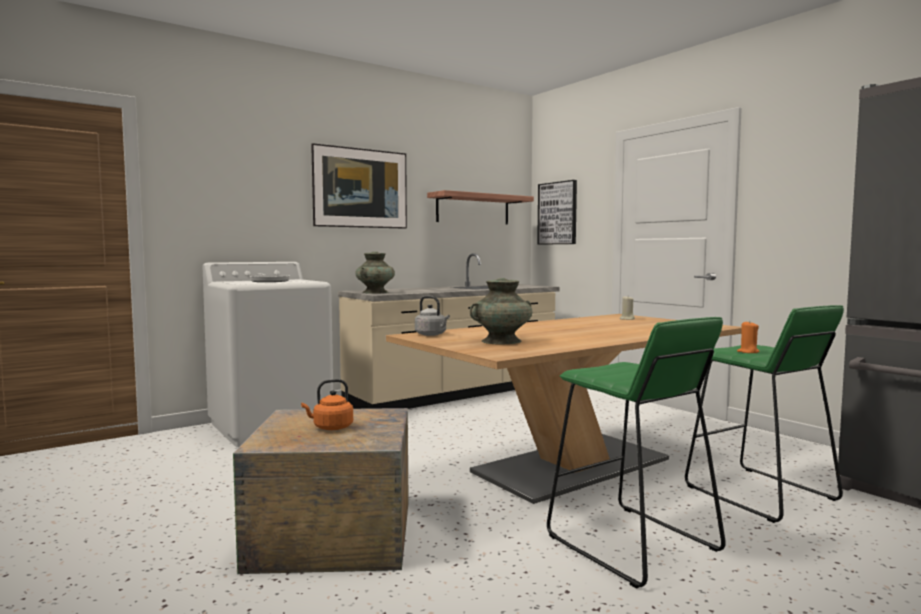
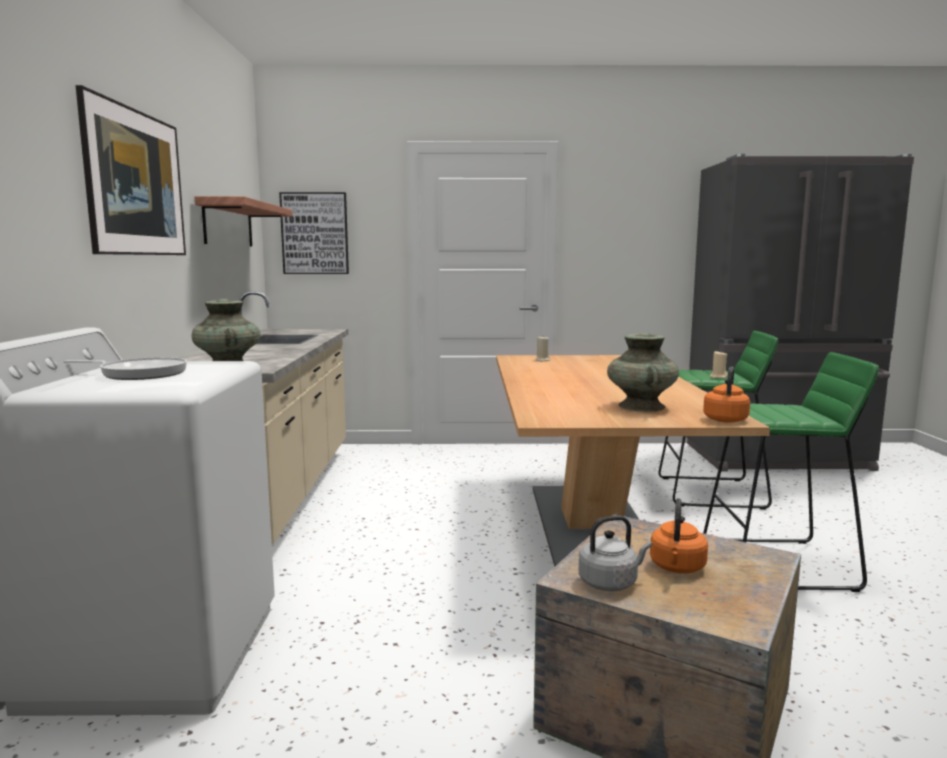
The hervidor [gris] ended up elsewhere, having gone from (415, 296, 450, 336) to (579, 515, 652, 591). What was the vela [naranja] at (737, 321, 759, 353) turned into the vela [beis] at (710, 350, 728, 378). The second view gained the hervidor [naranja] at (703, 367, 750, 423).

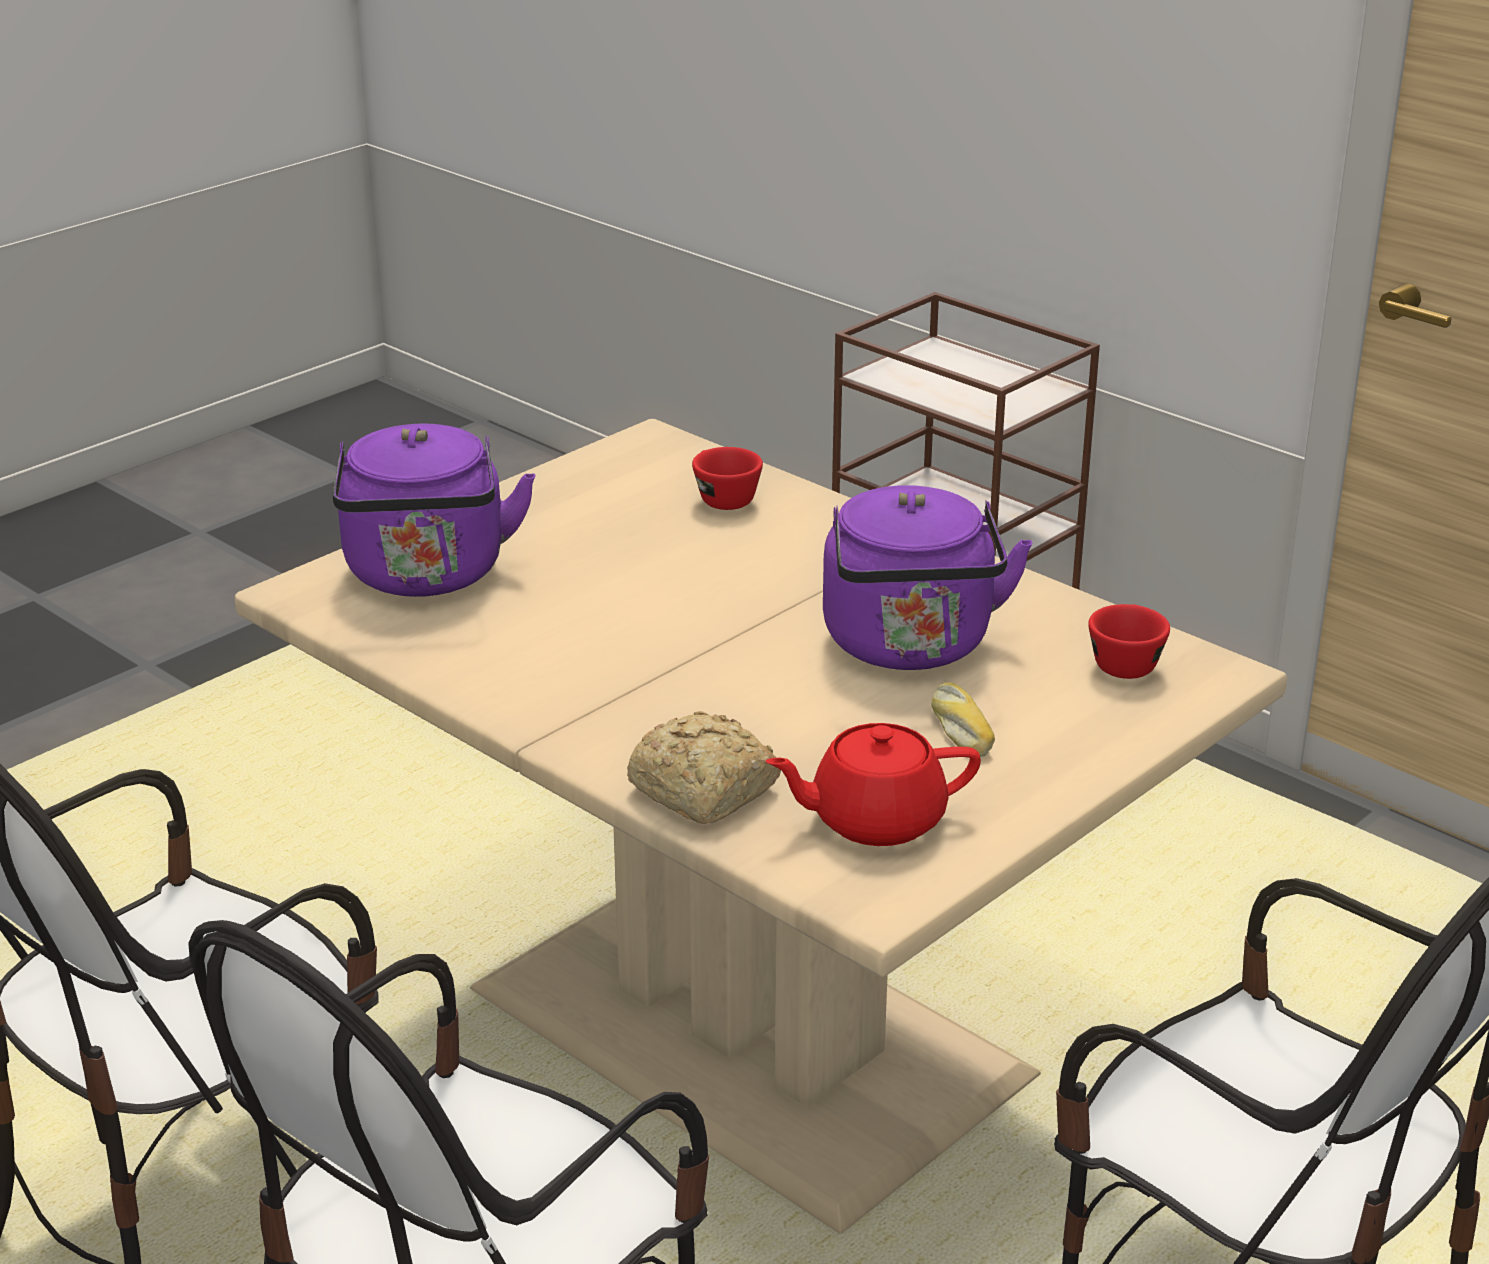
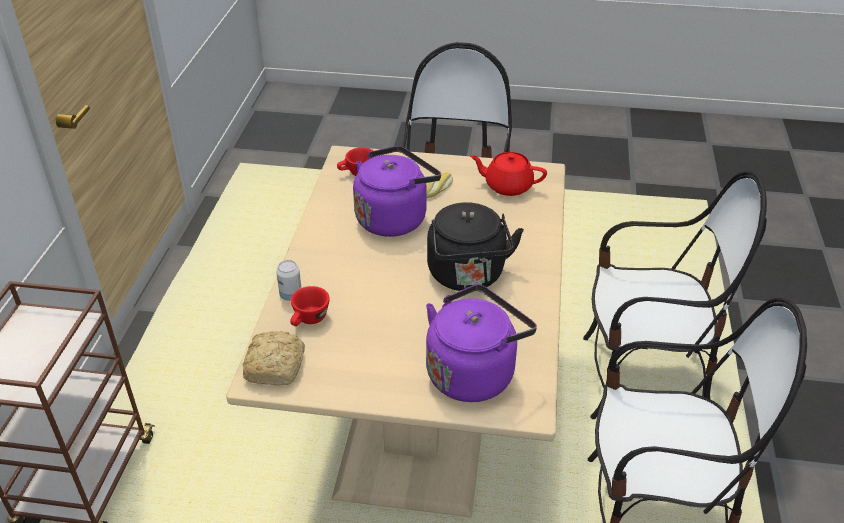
The pan ended up elsewhere, having gone from (627, 711, 781, 824) to (243, 331, 305, 385). The tetera [rojo] at (765, 723, 981, 846) ended up facing another way, 150 degrees clockwise from before. The second view gained the lata at (276, 260, 301, 301). The second view gained the hervidor [negro] at (427, 202, 524, 291).

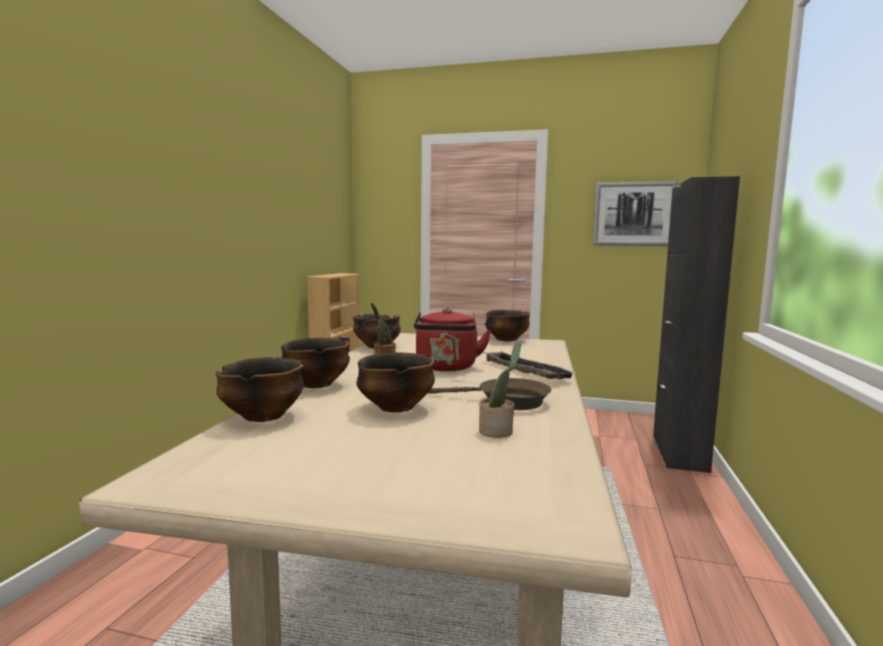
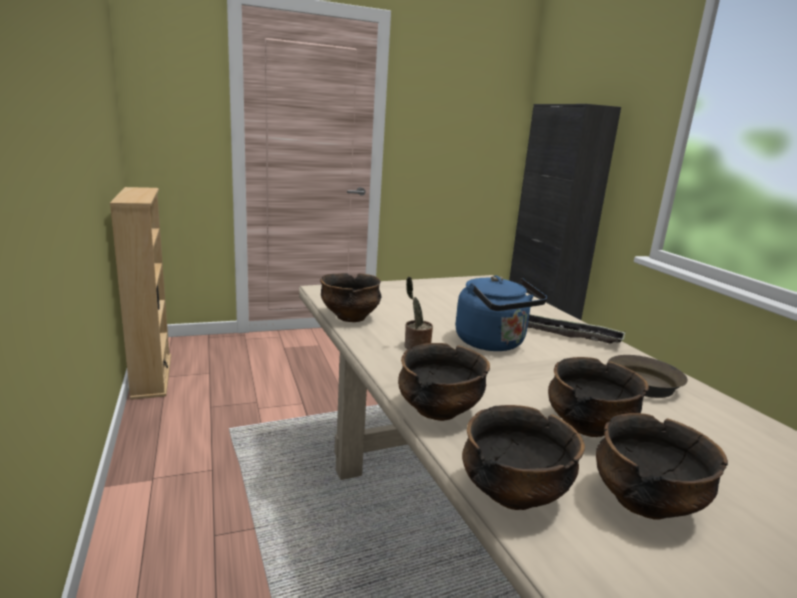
What was the hervidor [rojo] at (414, 308, 491, 371) turned into the hervidor [azul] at (455, 276, 547, 351). The second view lost the planta en maceta at (479, 338, 522, 438). The cuenco ended up elsewhere, having gone from (485, 310, 530, 342) to (596, 413, 728, 519). The second view lost the cuadro at (593, 181, 678, 246).

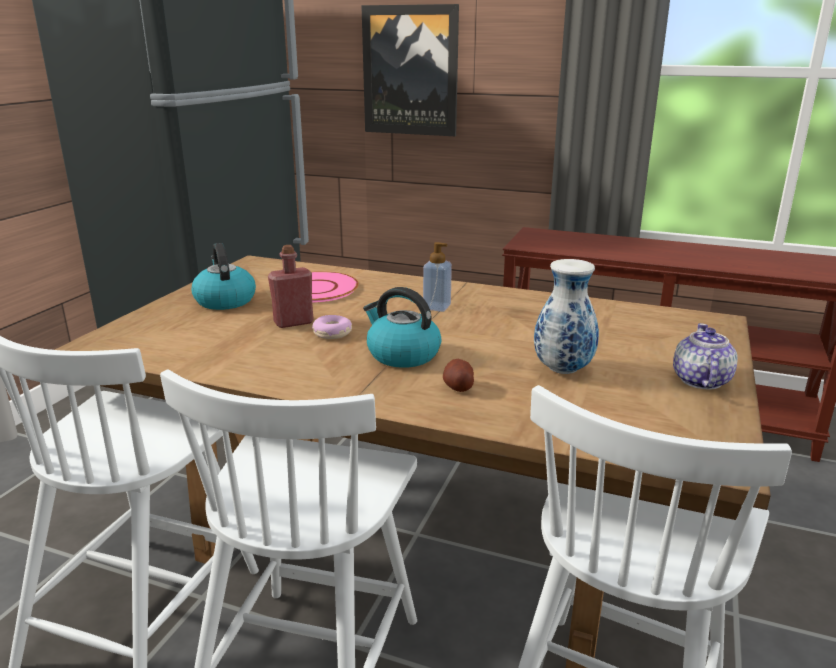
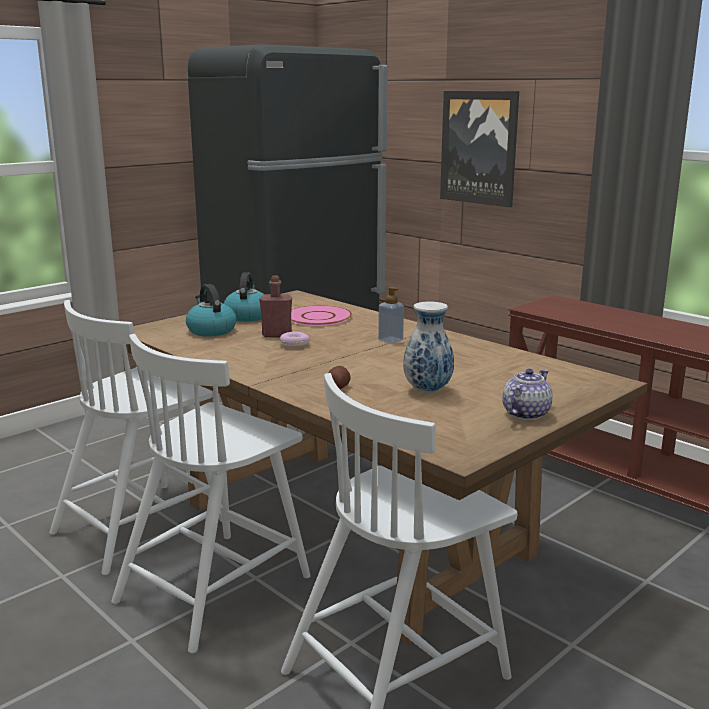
The hervidor ended up elsewhere, having gone from (363, 287, 441, 368) to (186, 284, 236, 337).

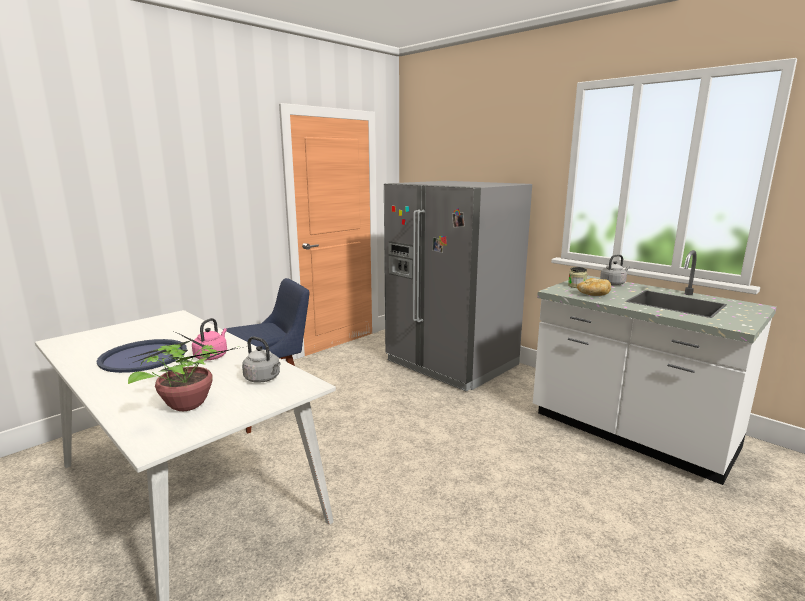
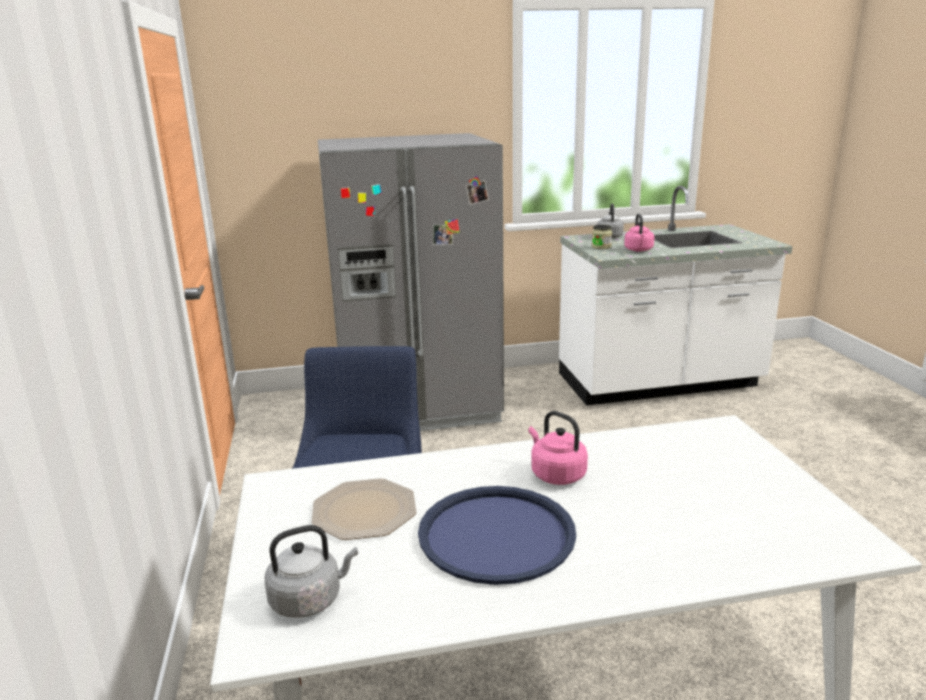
The second view lost the planta en maceta at (128, 331, 249, 411). The hervidor [gris] ended up elsewhere, having gone from (242, 337, 280, 383) to (265, 525, 358, 618). Where the pan stood at (577, 278, 611, 296), the hervidor [rosa] came to stand at (624, 214, 654, 252). The second view gained the plato at (312, 478, 417, 540).

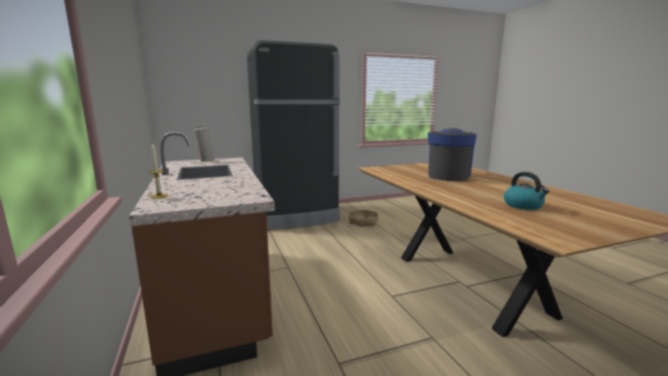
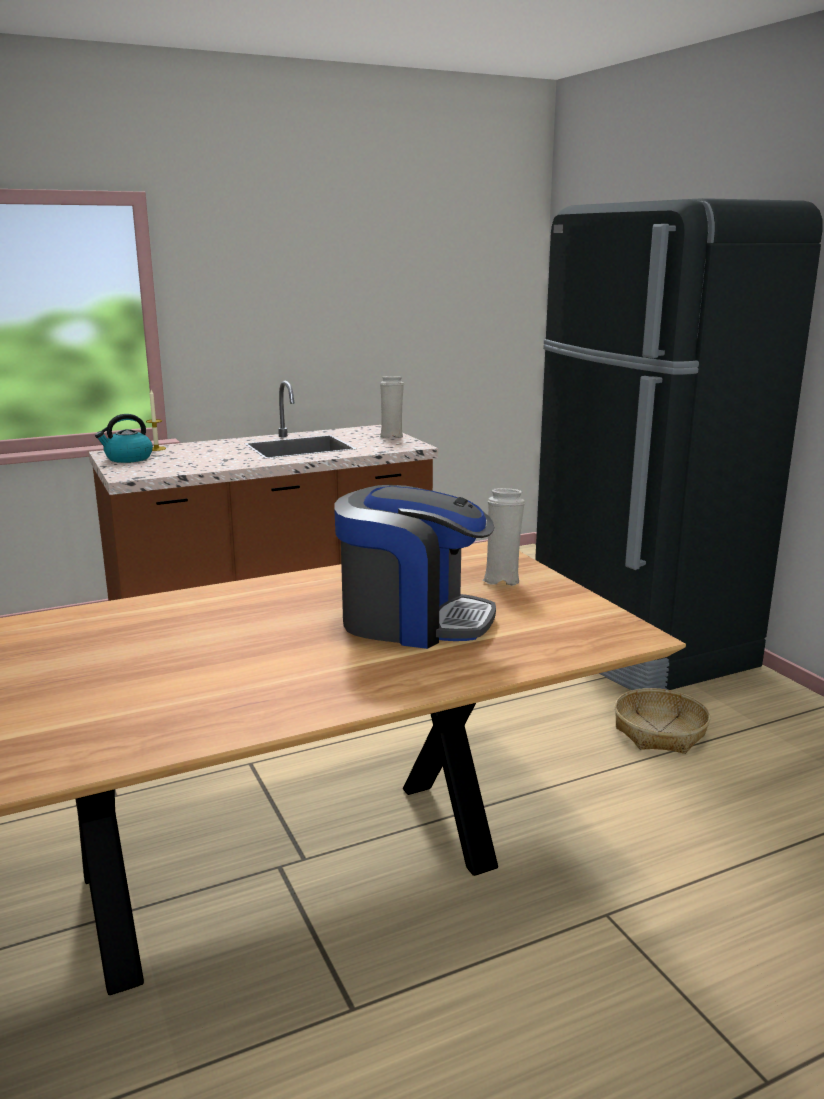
The hervidor ended up elsewhere, having gone from (504, 172, 549, 210) to (95, 414, 153, 463). The second view gained the florero [blanco] at (482, 488, 525, 586).

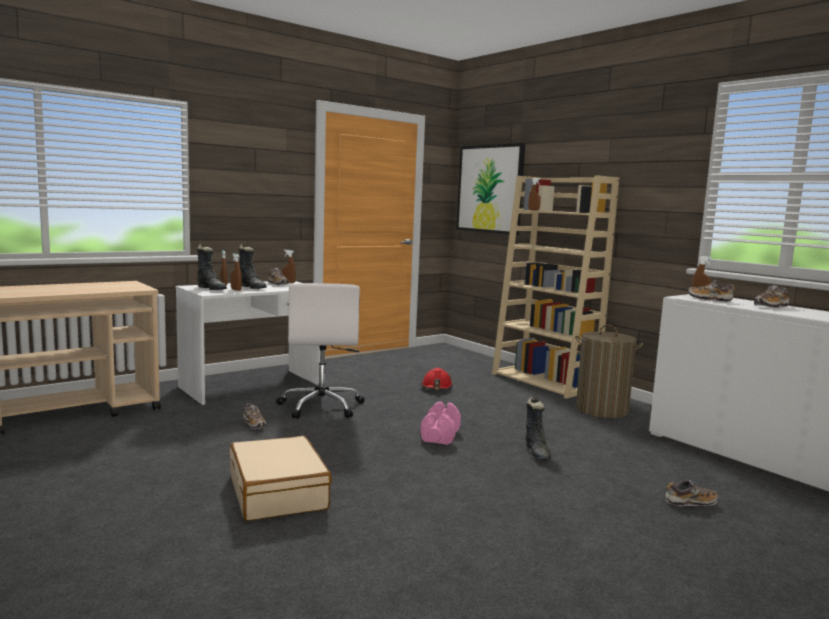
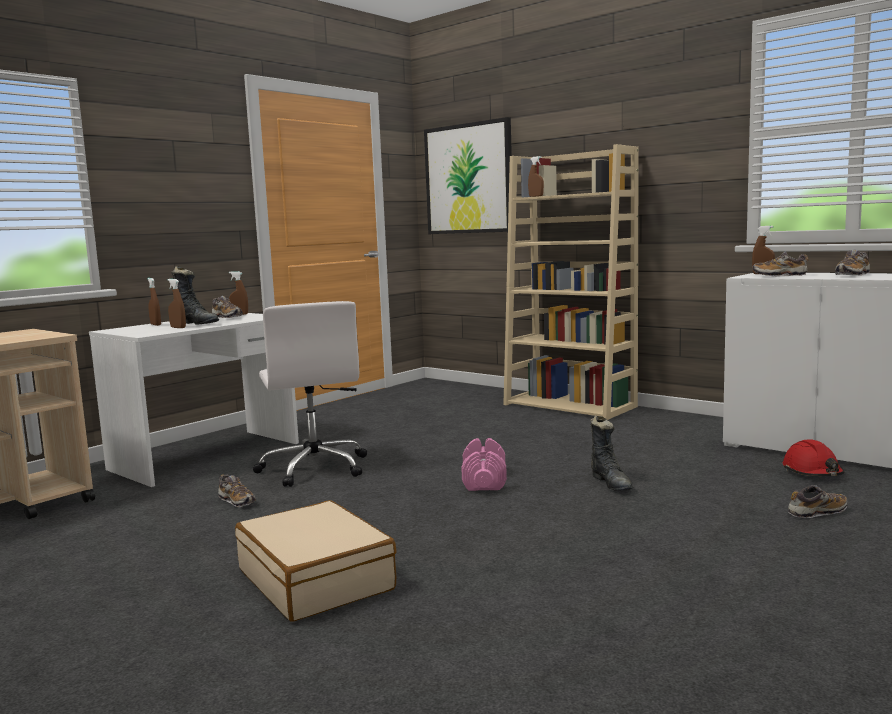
The second view lost the bota [negro] at (197, 244, 227, 290). The casco [rojo] ended up elsewhere, having gone from (421, 368, 453, 390) to (783, 439, 844, 476). The second view lost the cesto de la ropa at (575, 325, 643, 418).

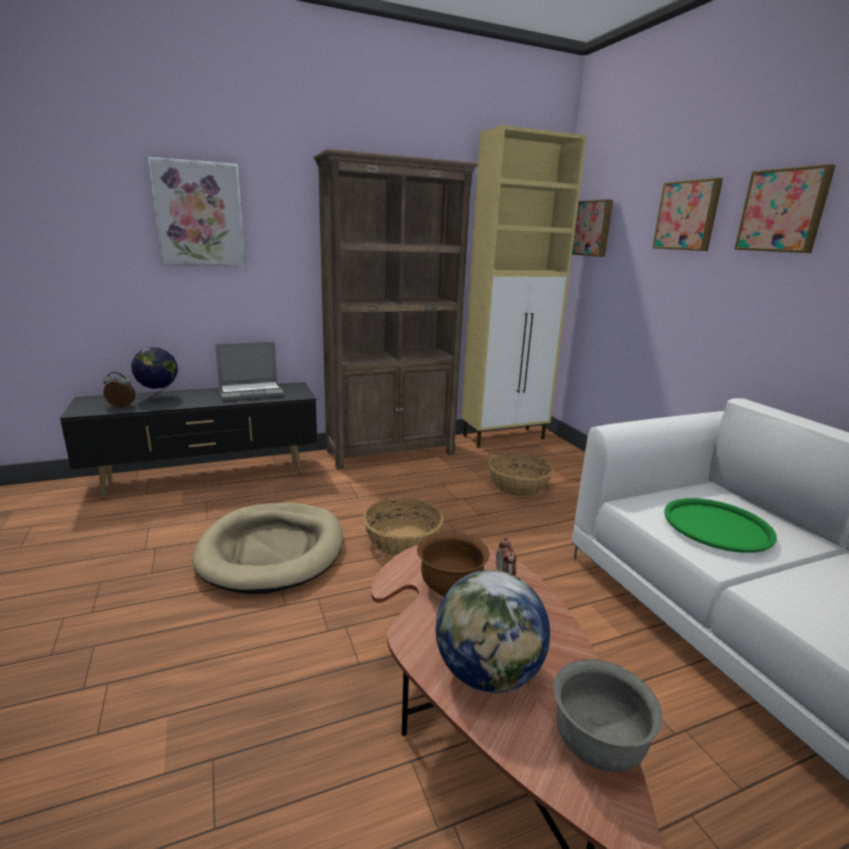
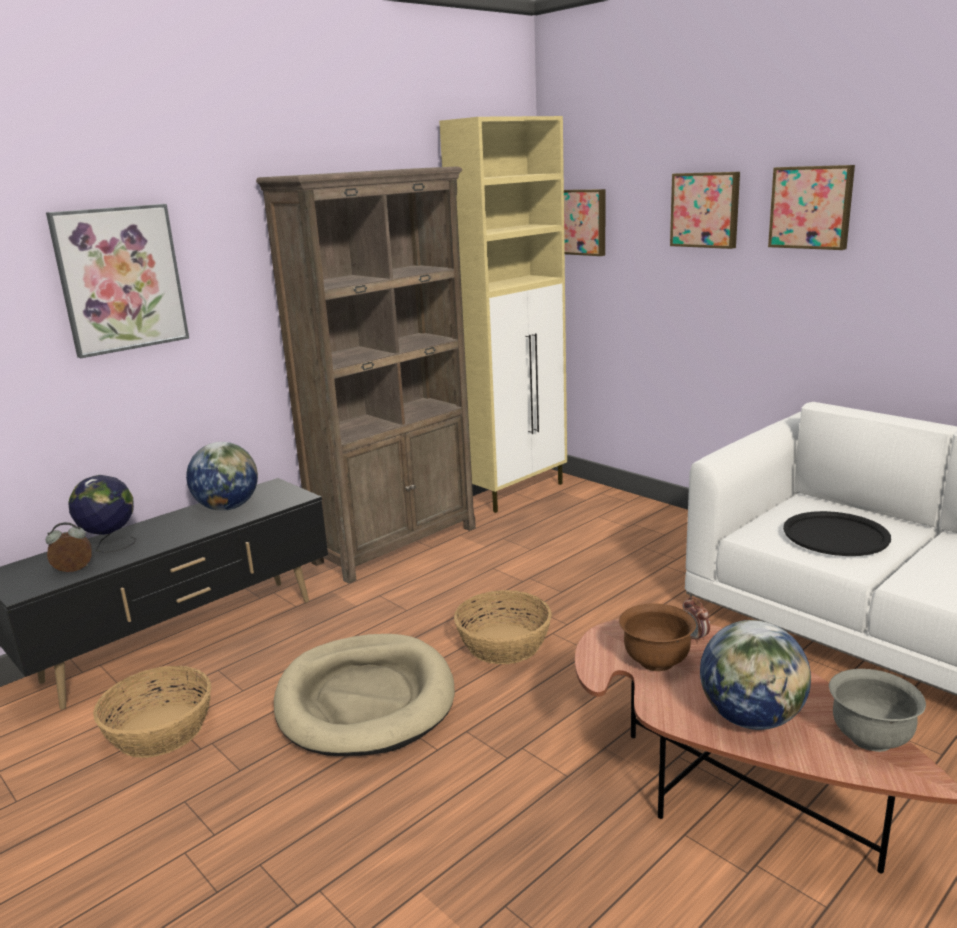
Where the portátil stood at (215, 342, 284, 401), the globo terráqueo came to stand at (186, 442, 258, 511). The cesta ended up elsewhere, having gone from (488, 452, 554, 497) to (93, 666, 211, 758). What was the bandeja [verde] at (664, 498, 777, 553) turned into the bandeja [negro] at (783, 511, 891, 556).

